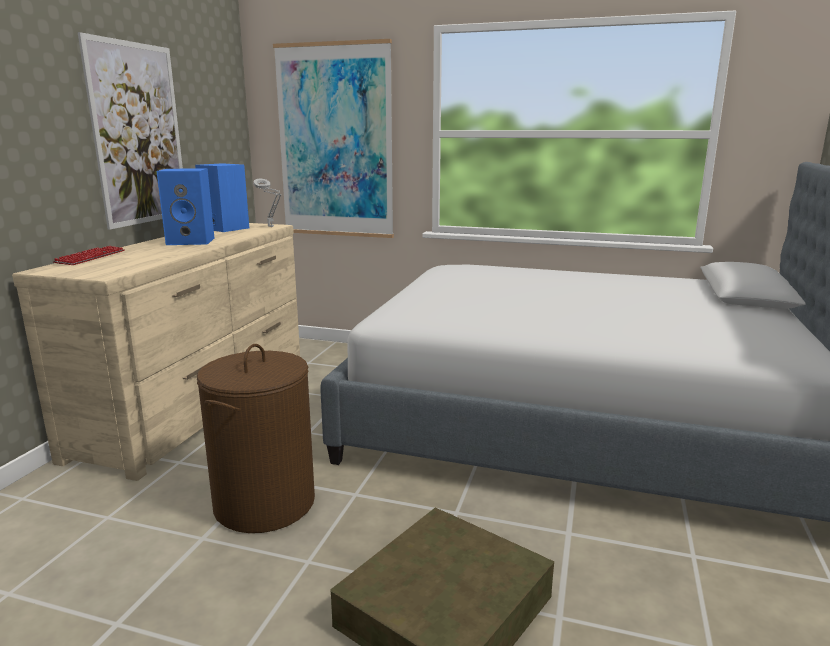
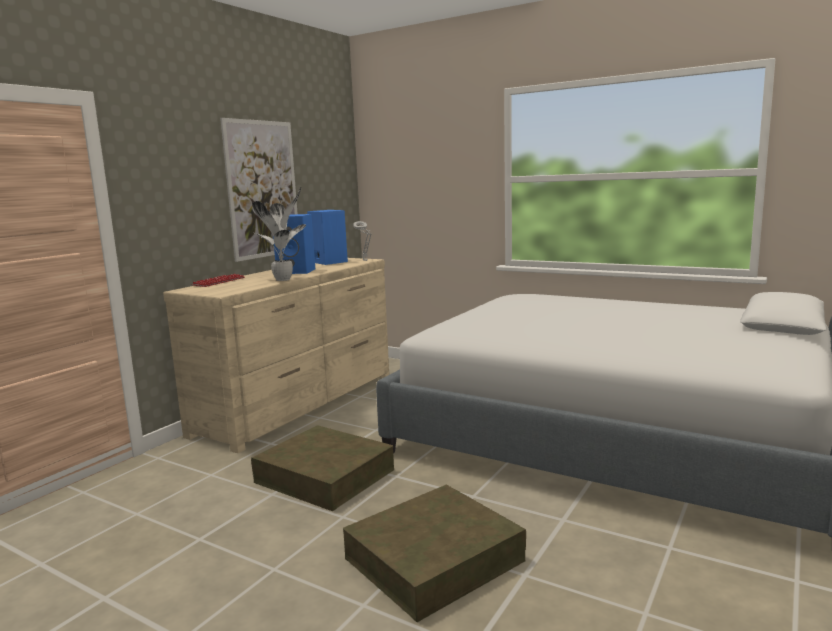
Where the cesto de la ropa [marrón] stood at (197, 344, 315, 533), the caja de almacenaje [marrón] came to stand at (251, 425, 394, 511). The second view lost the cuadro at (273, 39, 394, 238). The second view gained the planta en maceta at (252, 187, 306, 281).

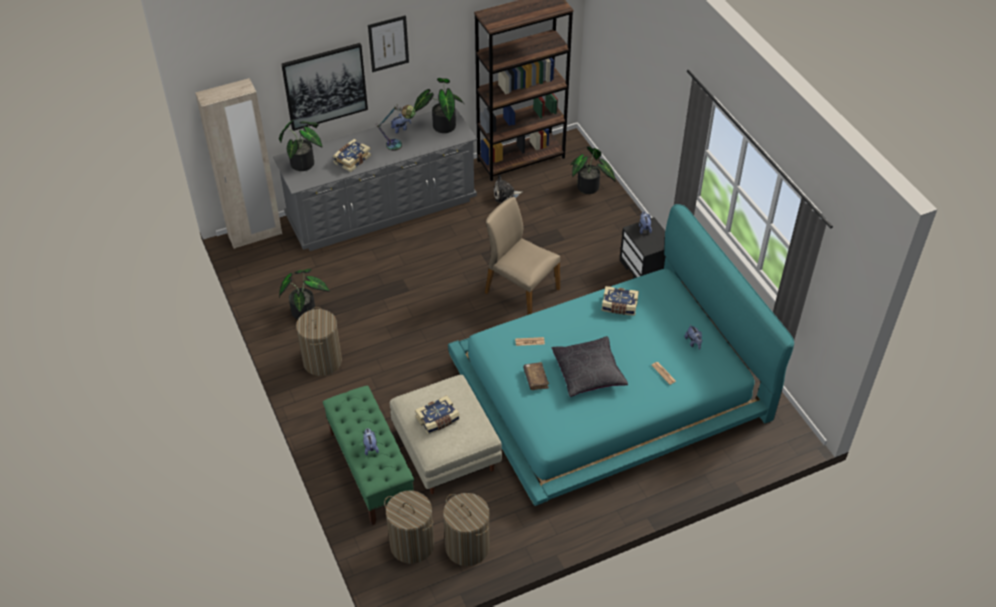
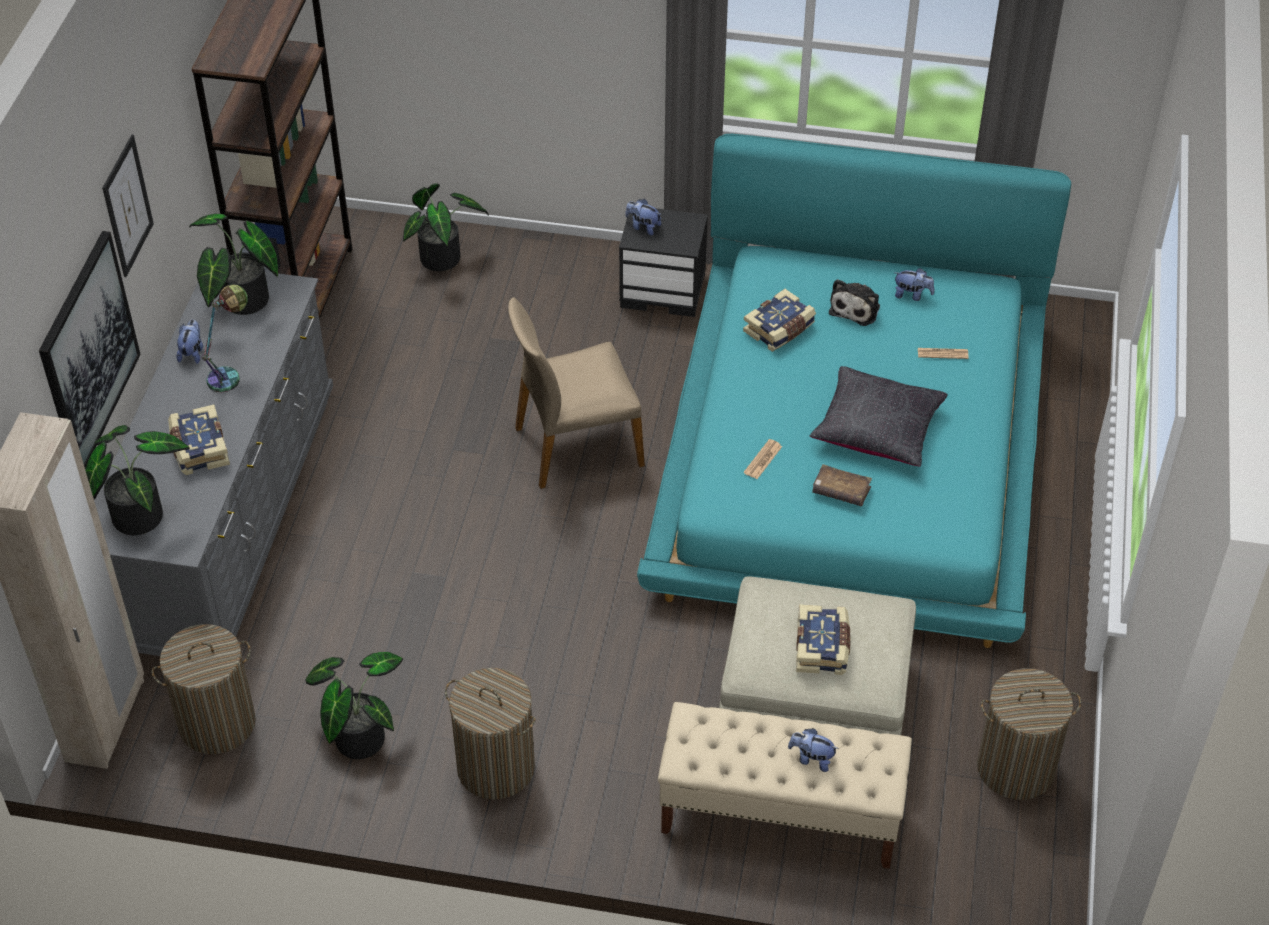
What was the banco [verde] at (323, 385, 414, 525) turned into the banco [beis] at (658, 702, 912, 869). The cesto de la ropa ended up elsewhere, having gone from (384, 490, 434, 564) to (151, 624, 256, 754). The peluche ended up elsewhere, having gone from (493, 175, 523, 203) to (829, 279, 880, 326).

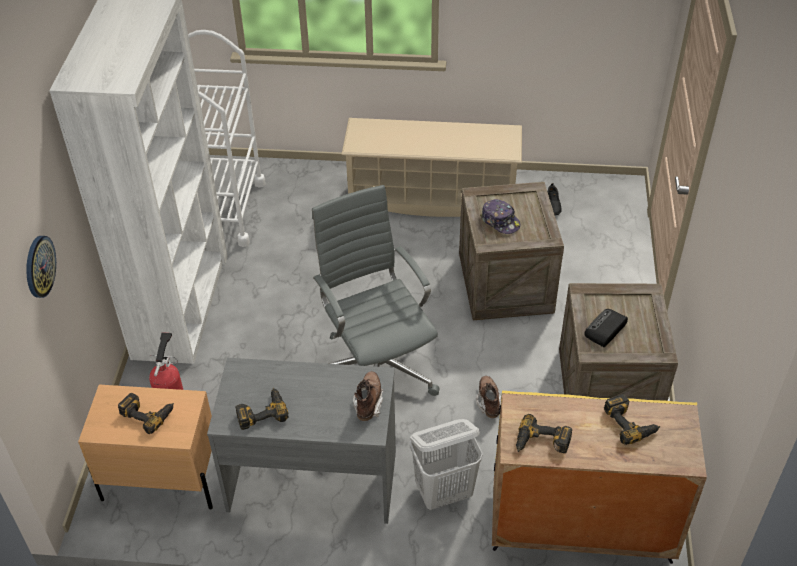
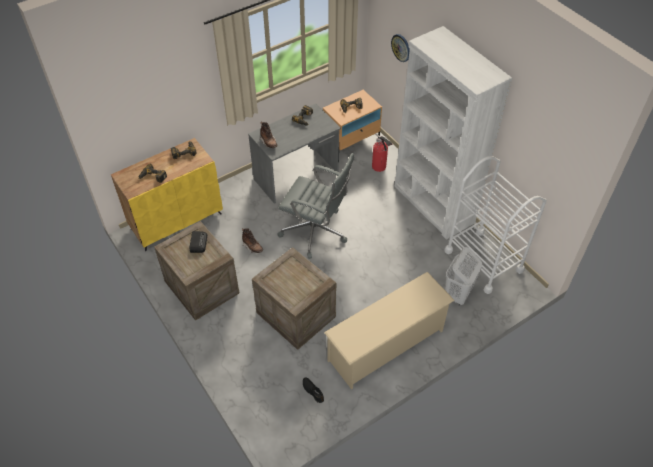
The cesto de la ropa [blanco] ended up elsewhere, having gone from (409, 419, 483, 510) to (445, 247, 482, 306). The second view lost the gorra at (480, 199, 520, 234).

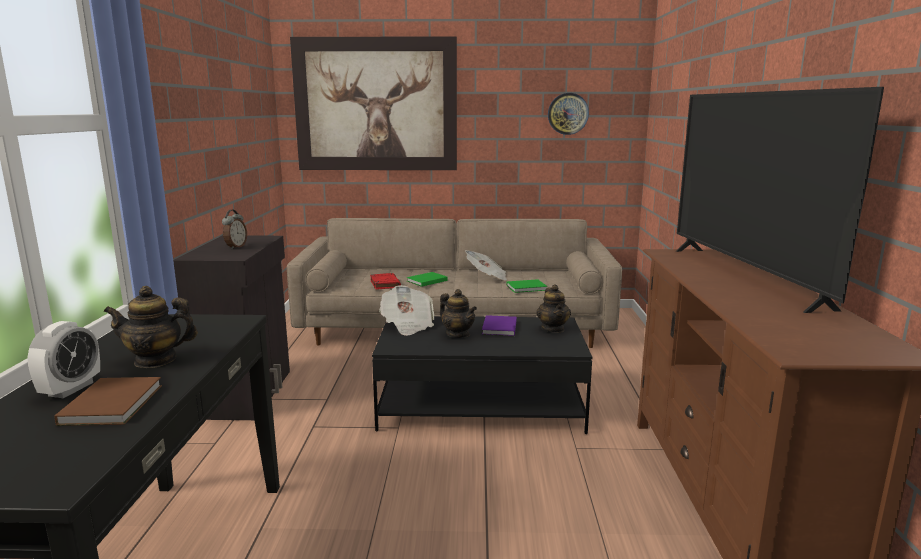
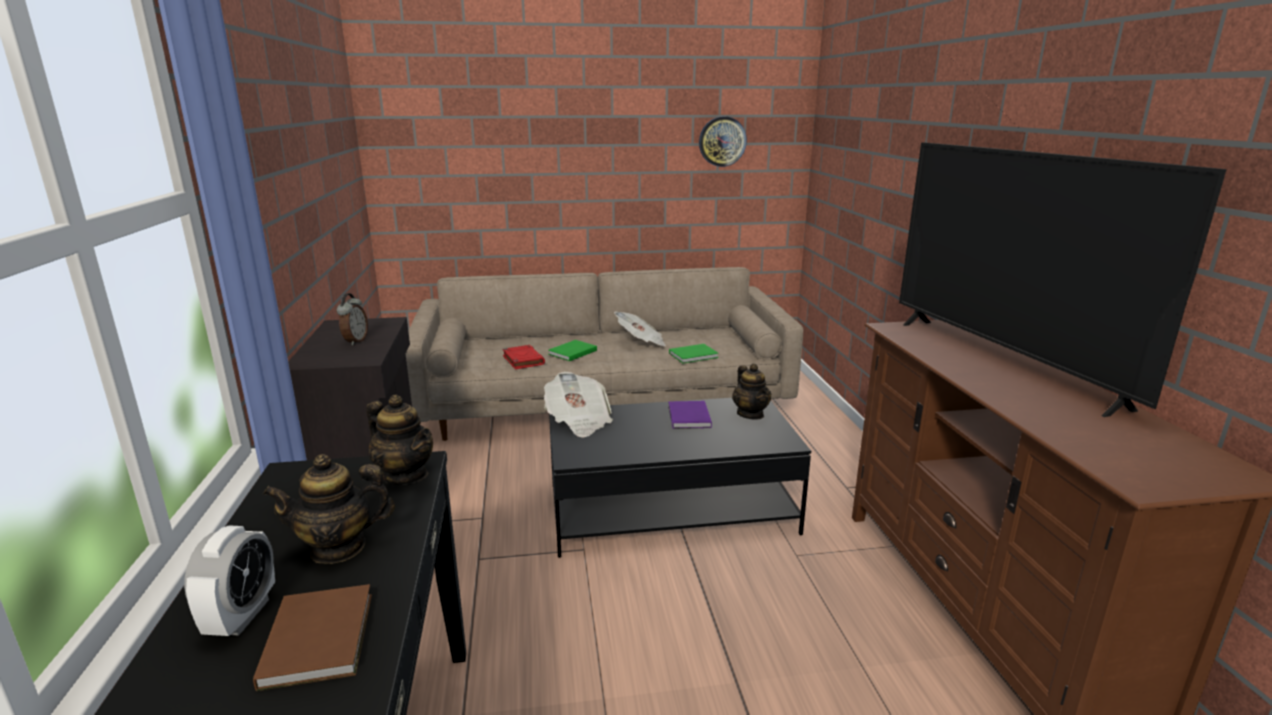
The second view lost the cuadro at (290, 36, 457, 170). The tetera ended up elsewhere, having gone from (440, 289, 477, 338) to (366, 395, 433, 485).

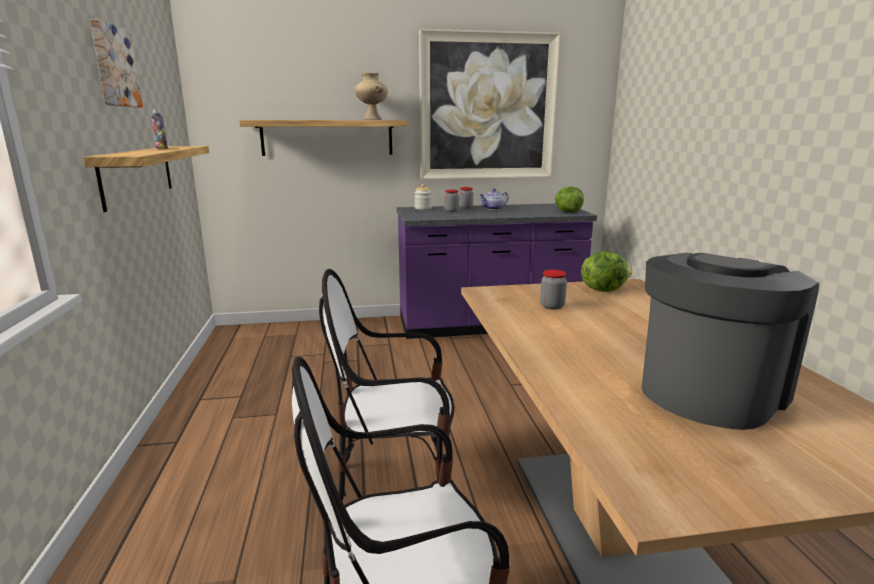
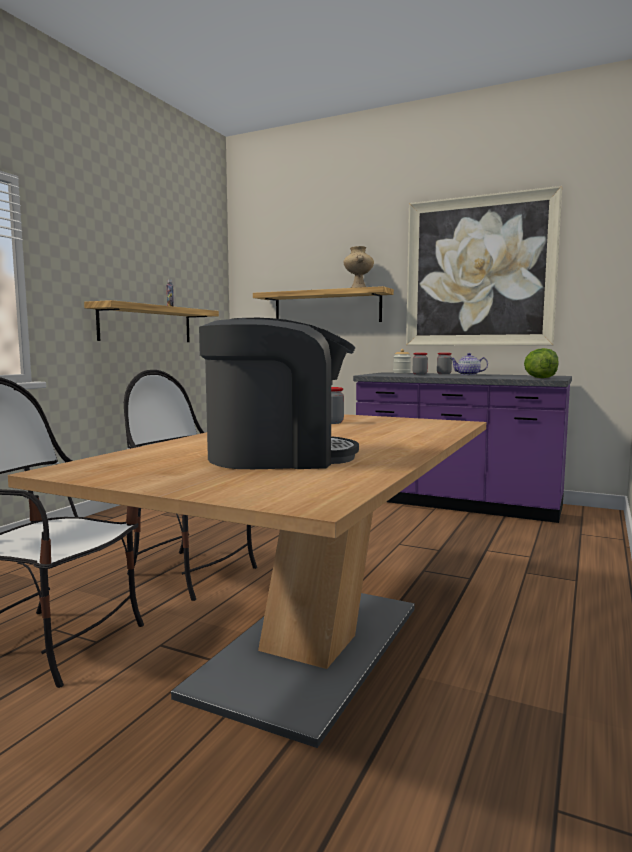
The second view lost the cuadro at (90, 19, 143, 107). The second view lost the lechuga at (581, 251, 633, 292).

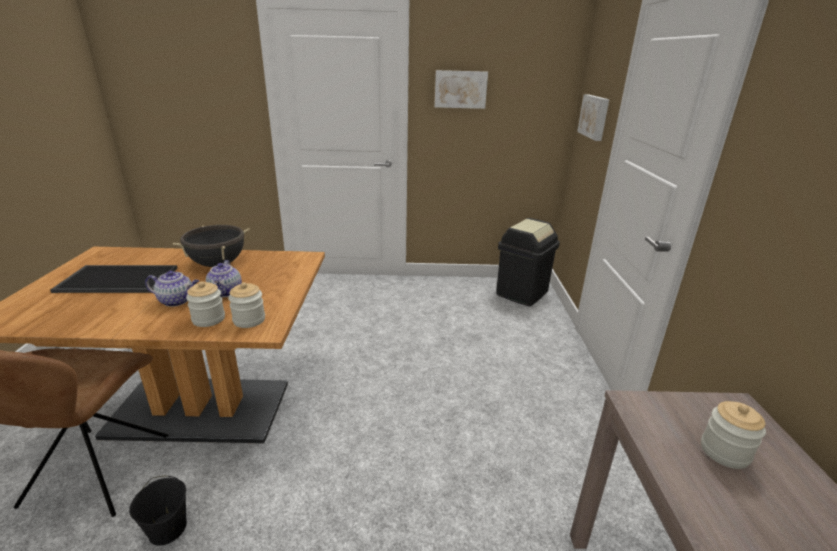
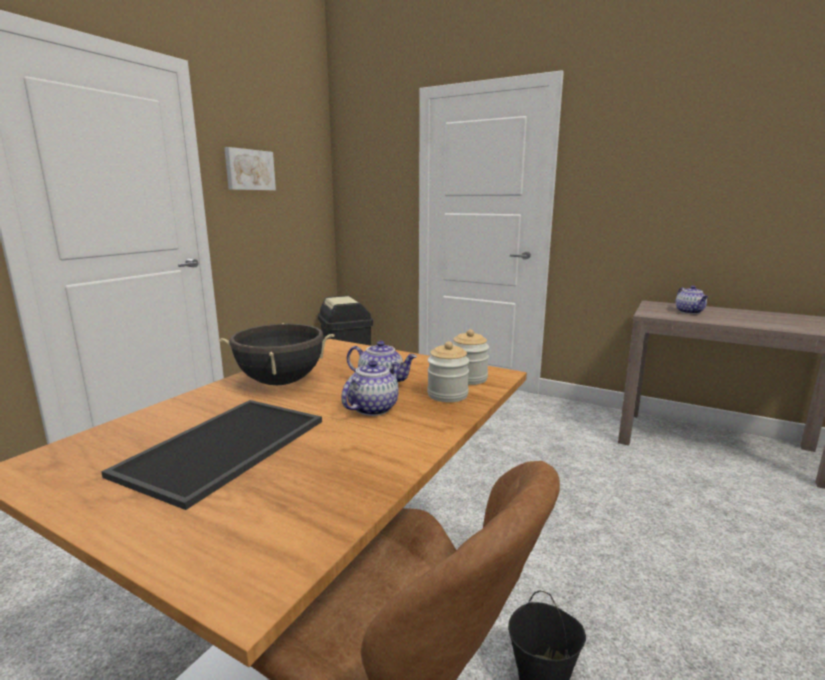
The second view lost the cuadro at (577, 94, 609, 141). Where the tarro stood at (701, 401, 766, 469), the tetera came to stand at (676, 285, 708, 314).

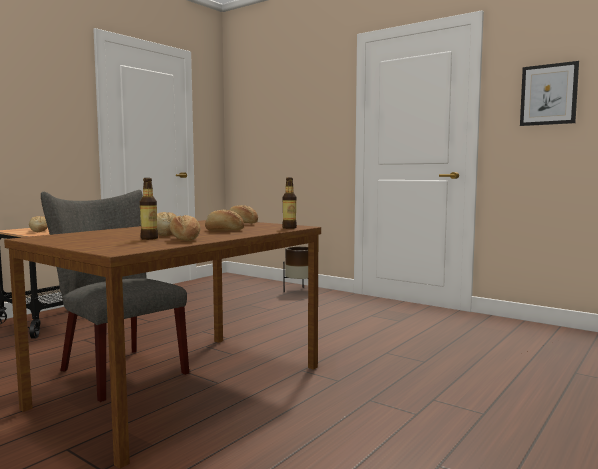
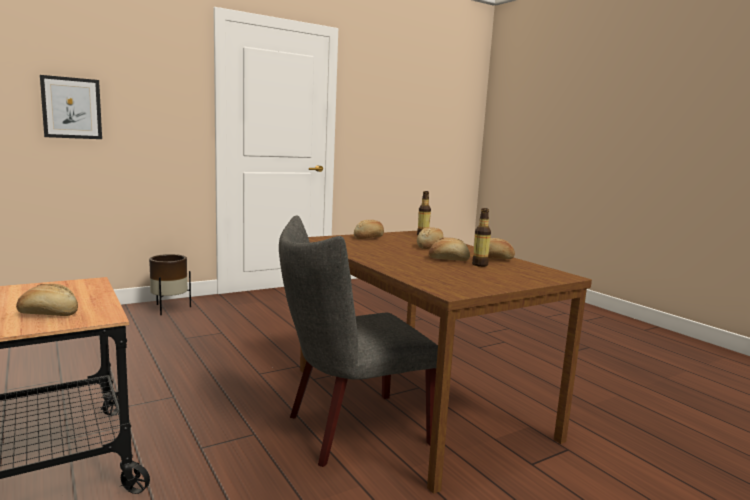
The cuadro ended up elsewhere, having gone from (520, 61, 579, 126) to (40, 75, 102, 139).

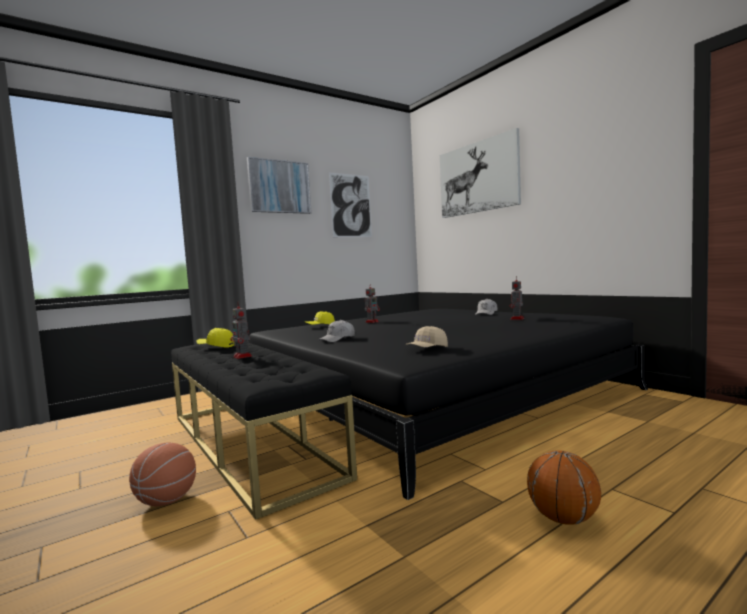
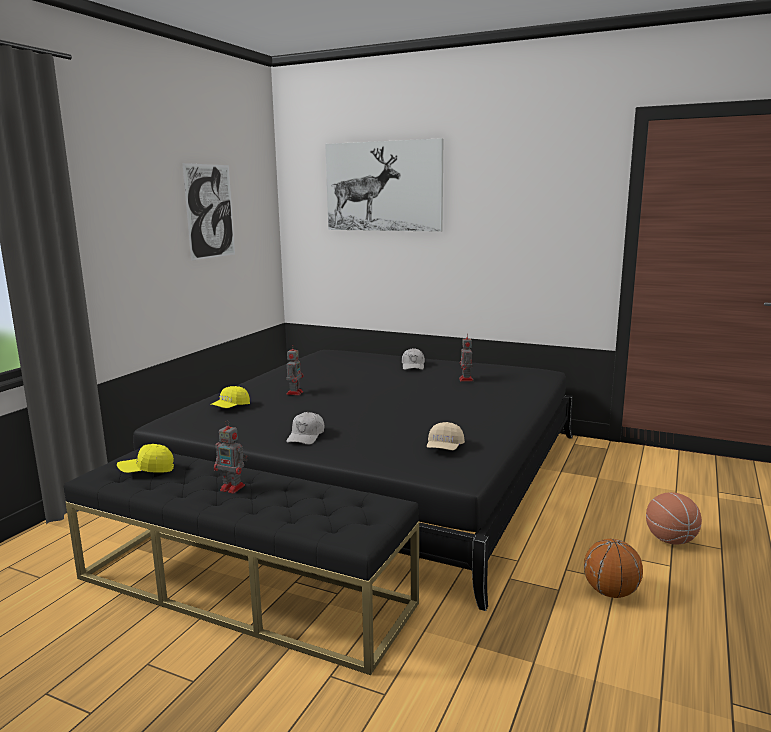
The balón de baloncesto ended up elsewhere, having gone from (129, 443, 196, 506) to (646, 492, 702, 545). The second view lost the cuadro at (247, 157, 312, 214).

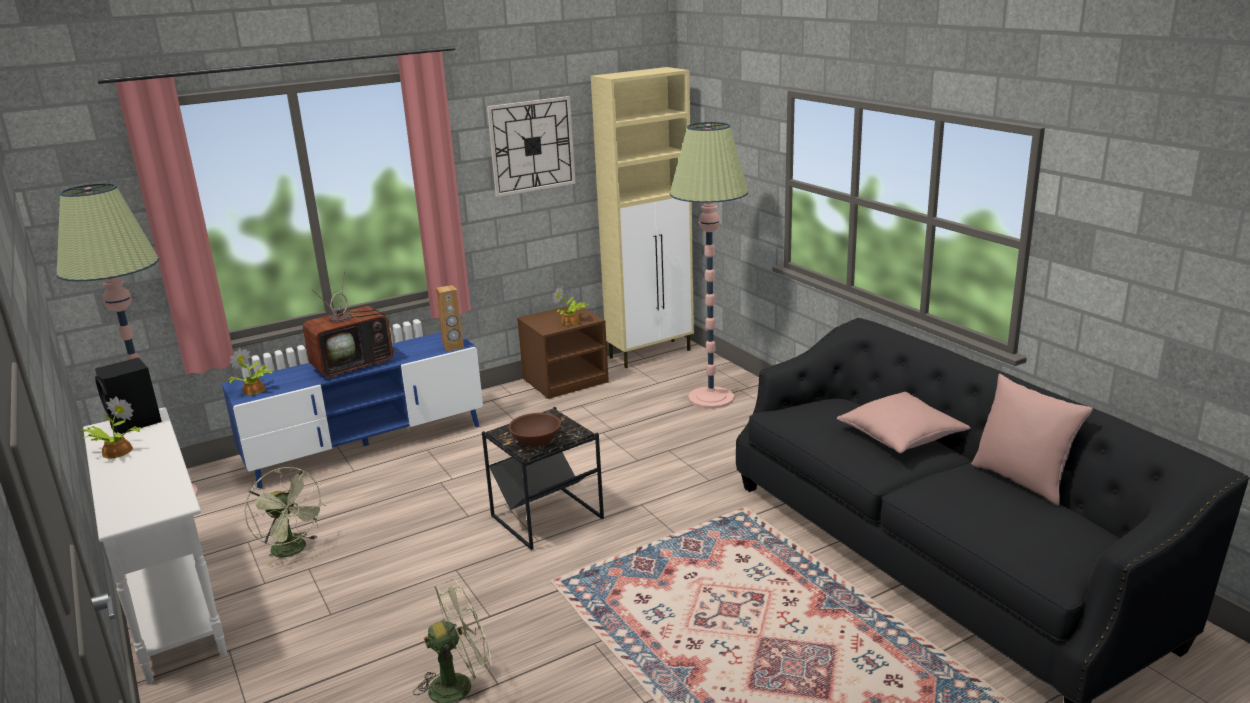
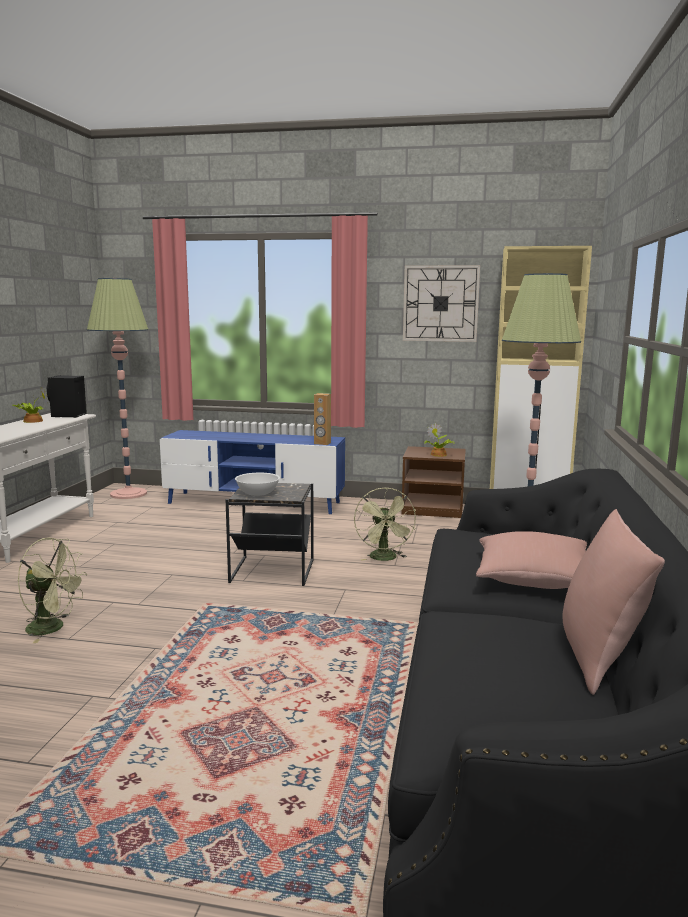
The second view lost the planta en maceta at (227, 348, 273, 395). The ventilador [verde] ended up elsewhere, having gone from (244, 467, 326, 566) to (354, 488, 416, 561). The second view lost the televisor at (303, 269, 397, 378). What was the cuenco [marrón] at (509, 413, 561, 447) turned into the cuenco [blanco] at (235, 473, 280, 496).

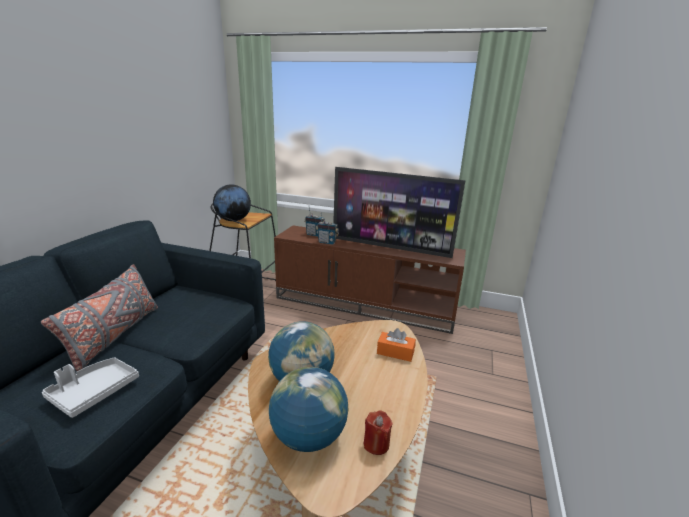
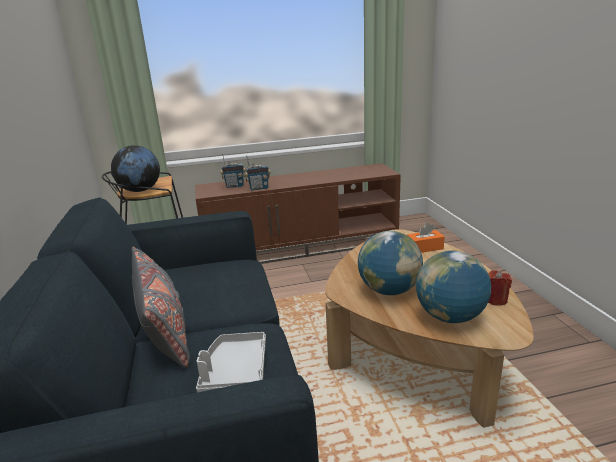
The second view lost the televisor at (333, 167, 466, 258).

